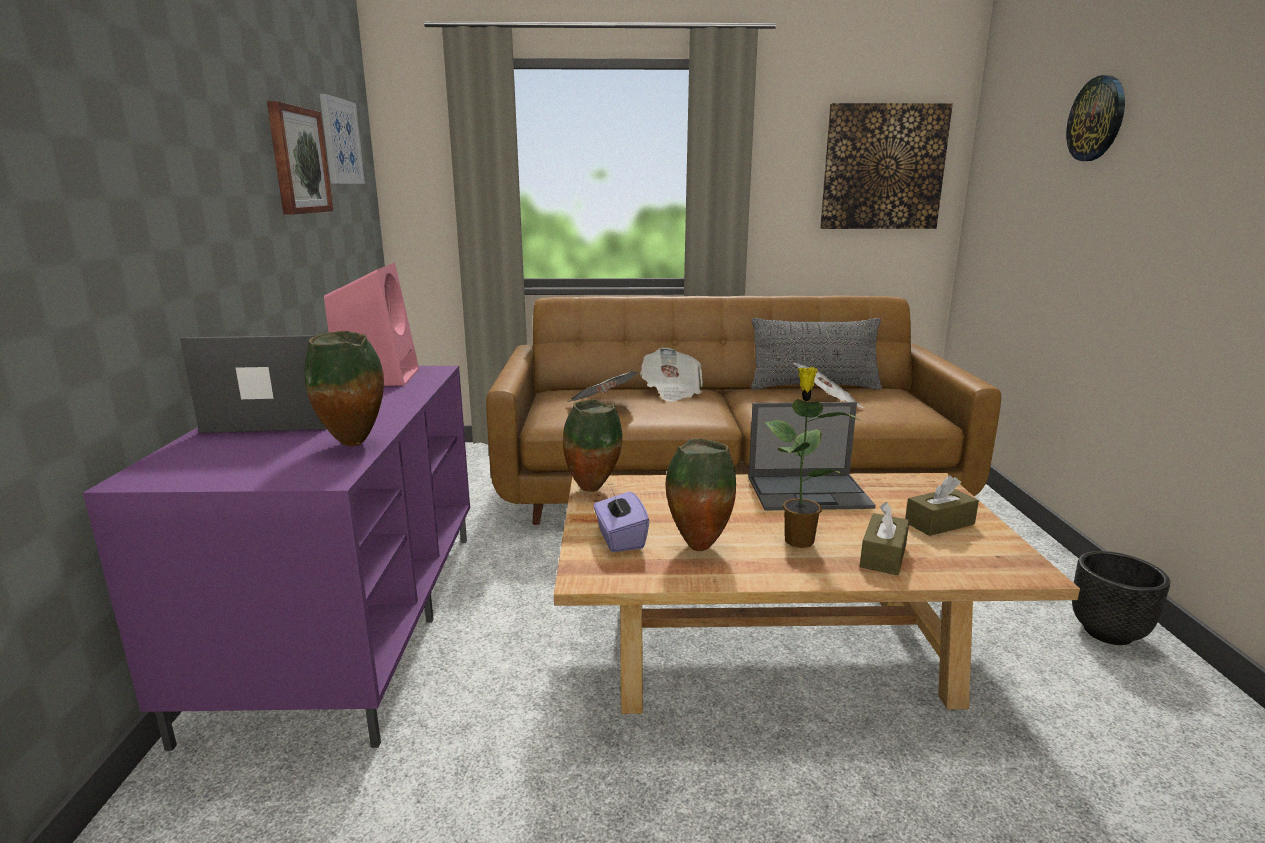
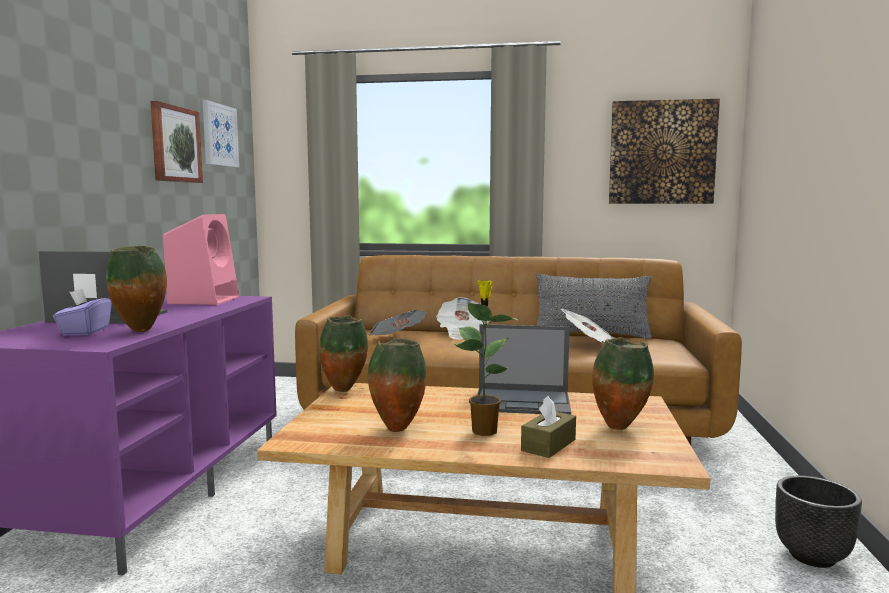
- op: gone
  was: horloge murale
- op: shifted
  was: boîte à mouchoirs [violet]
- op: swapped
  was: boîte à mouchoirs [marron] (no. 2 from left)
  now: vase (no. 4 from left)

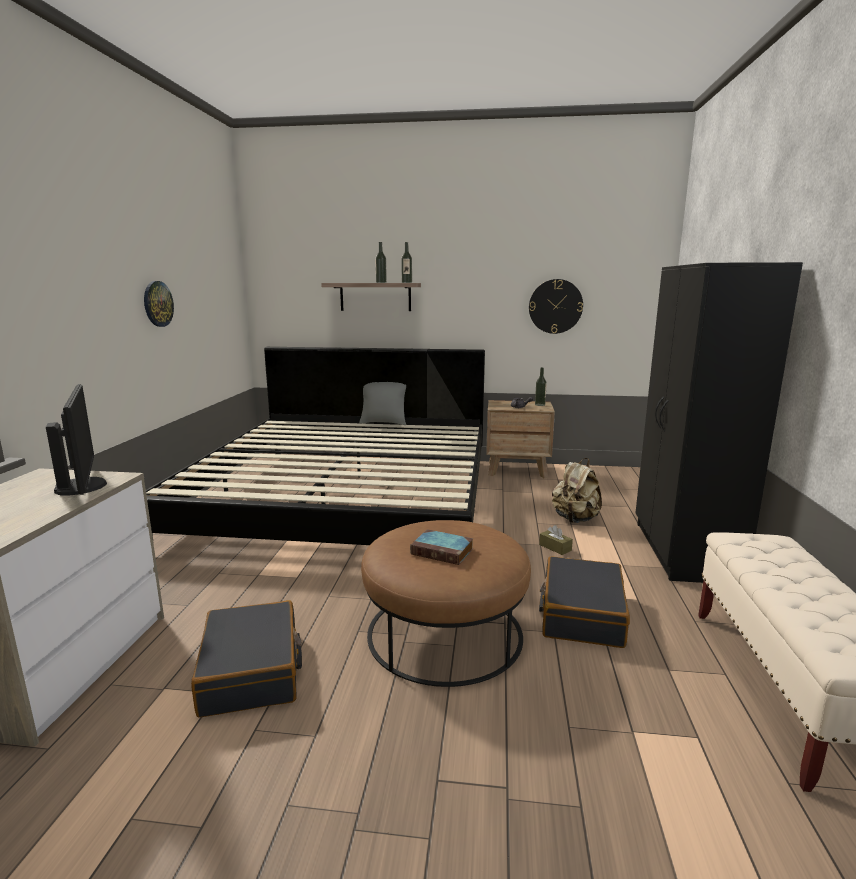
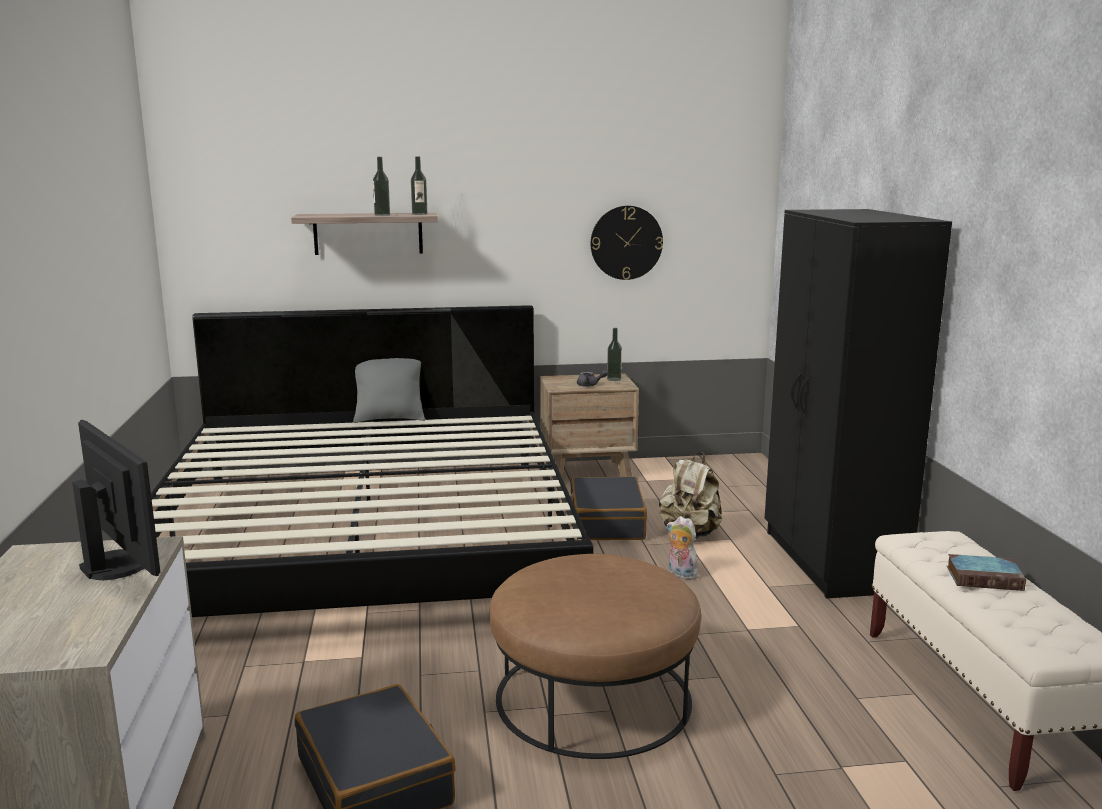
- op: gone
  was: horloge murale (no. 1 from left)
- op: shifted
  was: livre
- op: shifted
  was: valise [noir] (no. 2 from left)
- op: swapped
  was: boîte à mouchoirs [marron]
  now: peluche

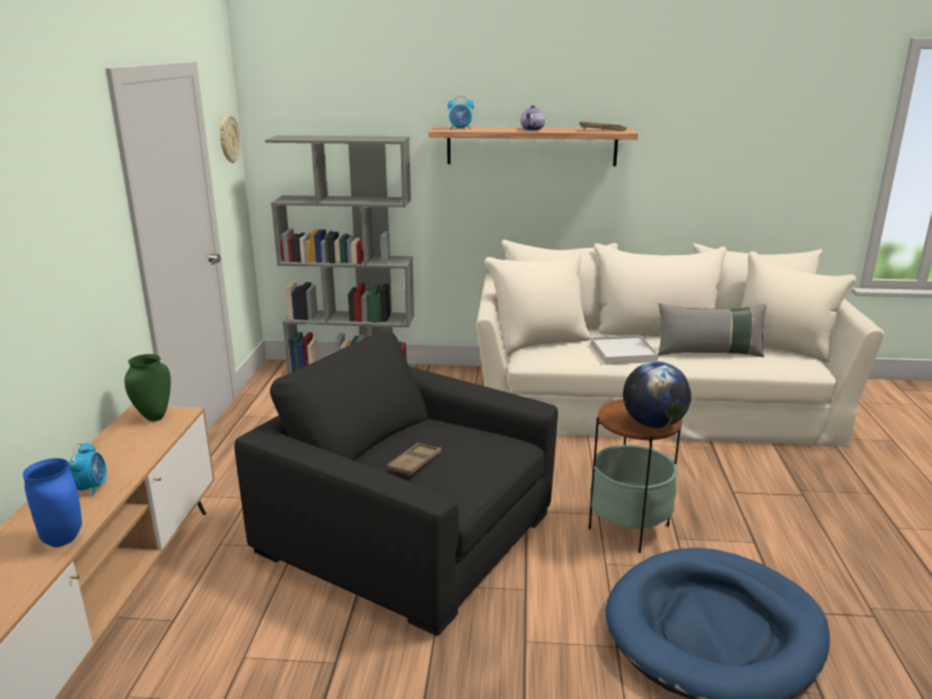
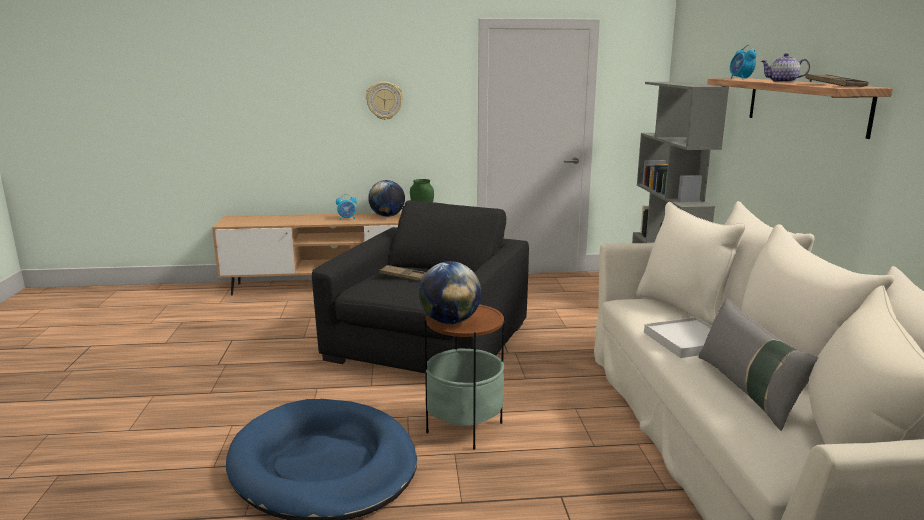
- op: gone
  was: vase [bleu]
- op: new
  now: globe (no. 1 from left)
- op: shifted
  was: horloge murale

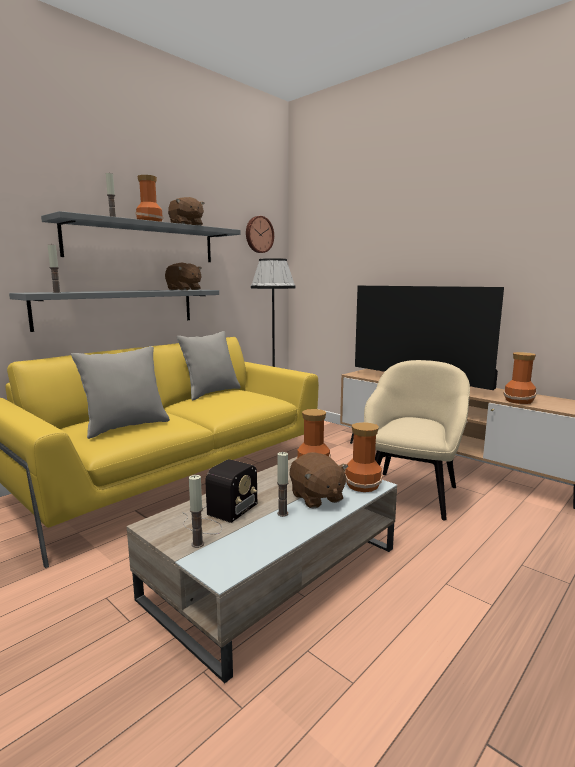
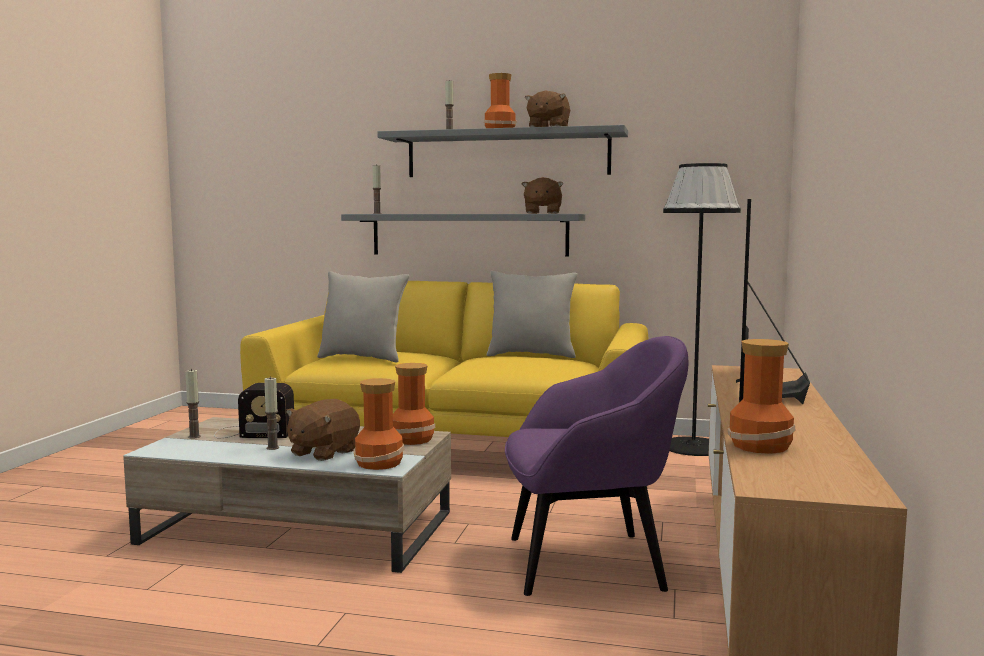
- op: gone
  was: horloge murale
- op: repainted
  was: fauteuil [beige]
  now: fauteuil [violet]

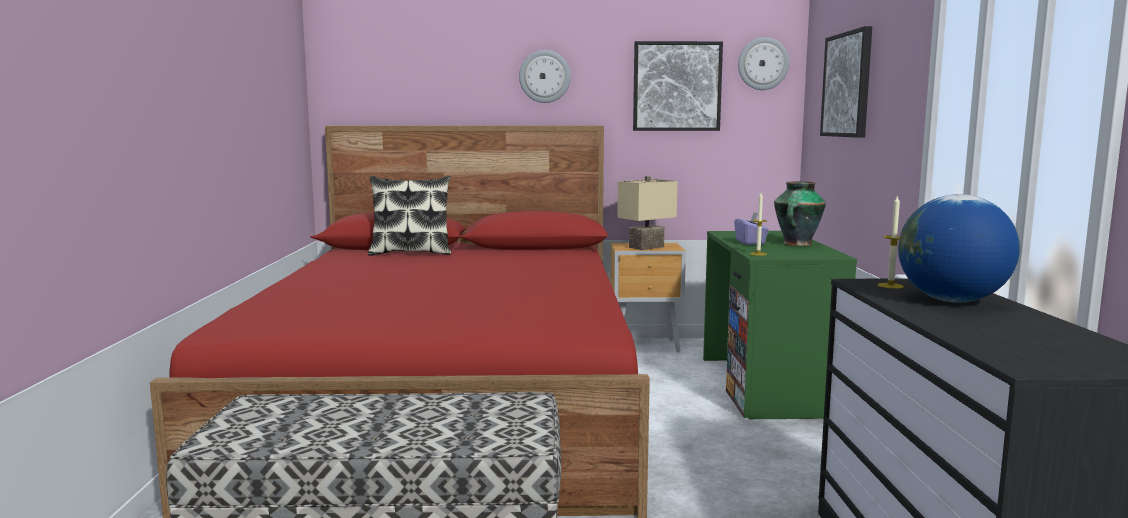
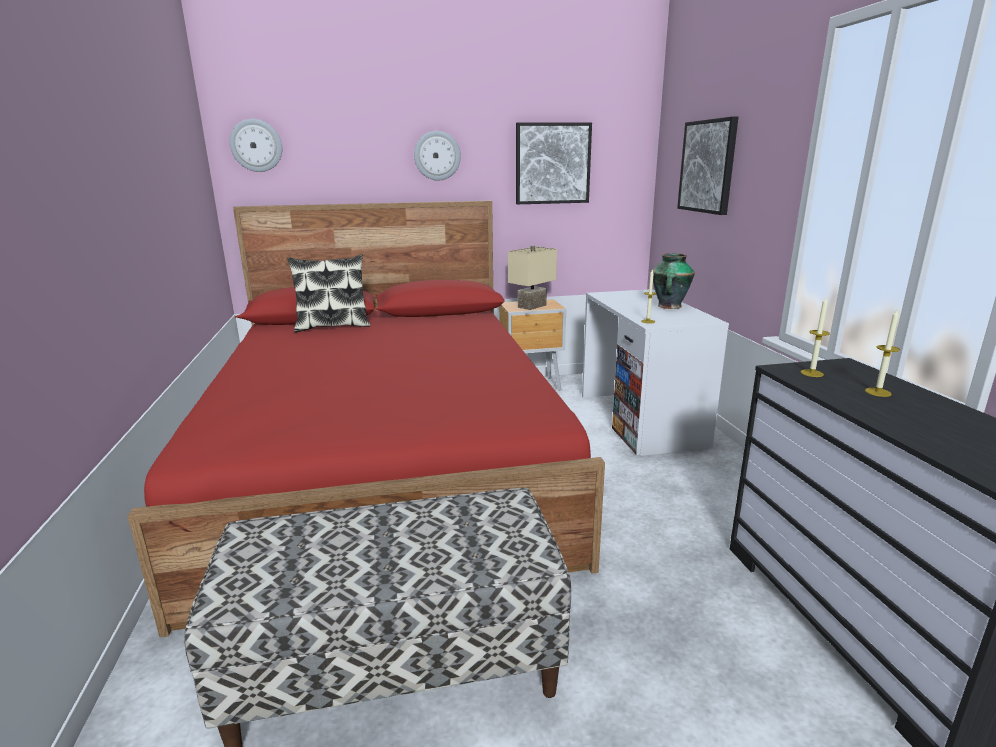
- op: gone
  was: boîte à mouchoirs [violet]
- op: shifted
  was: horloge murale (no. 2 from left in the first image)
  now: horloge murale (no. 1 from left)
- op: swapped
  was: globe
  now: bougie (no. 3 from left)
- op: repainted
  was: bureau [vert]
  now: bureau [blanc]

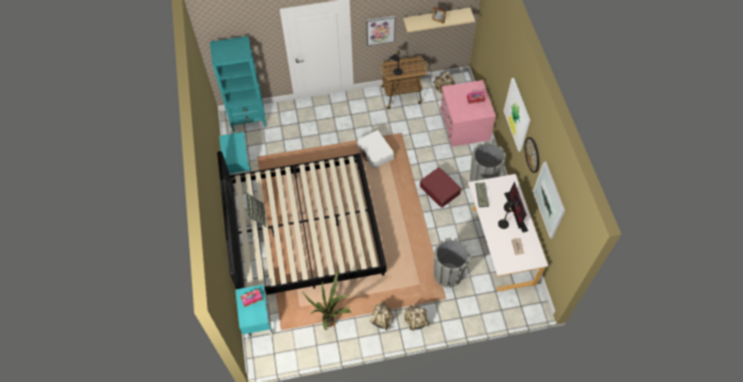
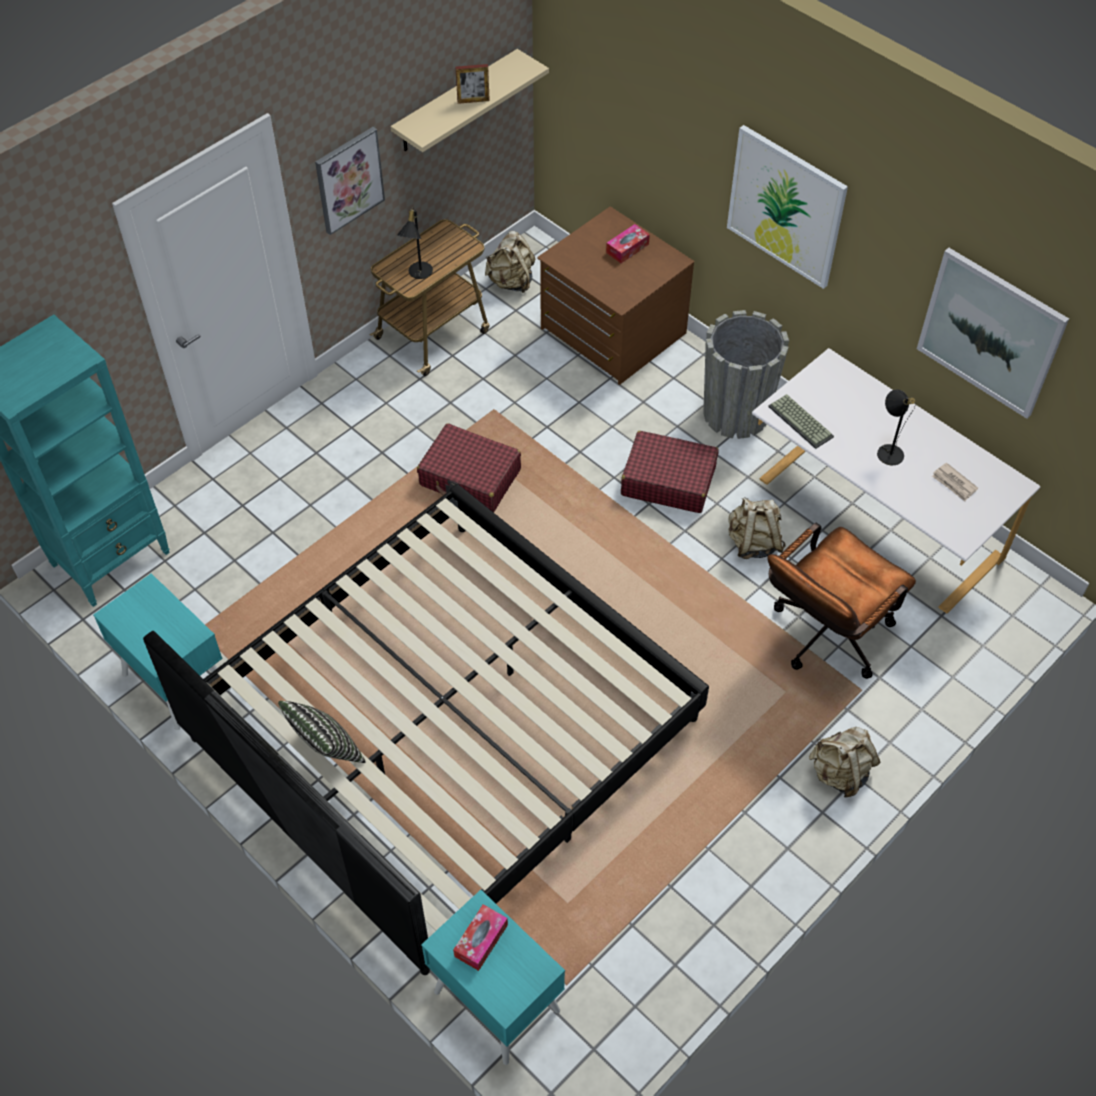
- op: gone
  was: plante en pot
- op: gone
  was: écran d'ordinateur
- op: gone
  was: horloge murale
- op: shifted
  was: sac à dos [beige] (no. 1 from left in the first image)
  now: sac à dos [beige] (no. 2 from left)
- op: swapped
  was: cache-pot [gris] (no. 1 from left)
  now: chaise de bureau [marron]
- op: repainted
  was: valise [blanc]
  now: valise [rouge] (no. 1 from left)
- op: repainted
  was: commode [rose]
  now: commode [marron]

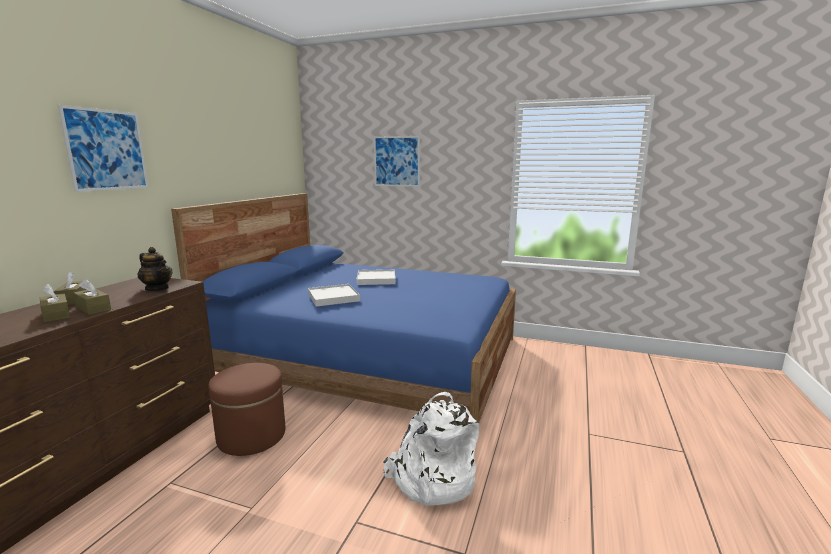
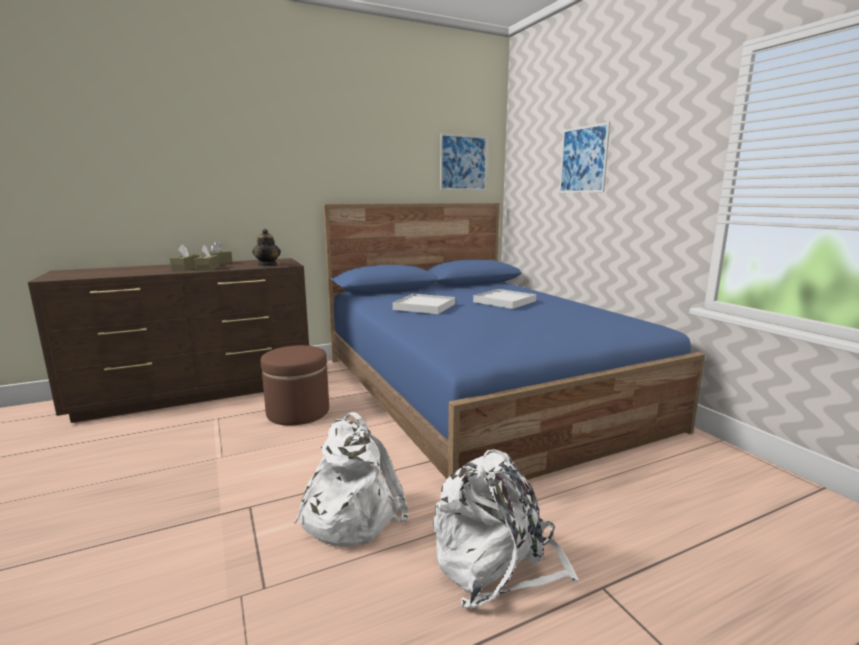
- op: new
  now: sac à dos [blanc] (no. 2 from left)
- op: shifted
  was: tableau (no. 1 from left)

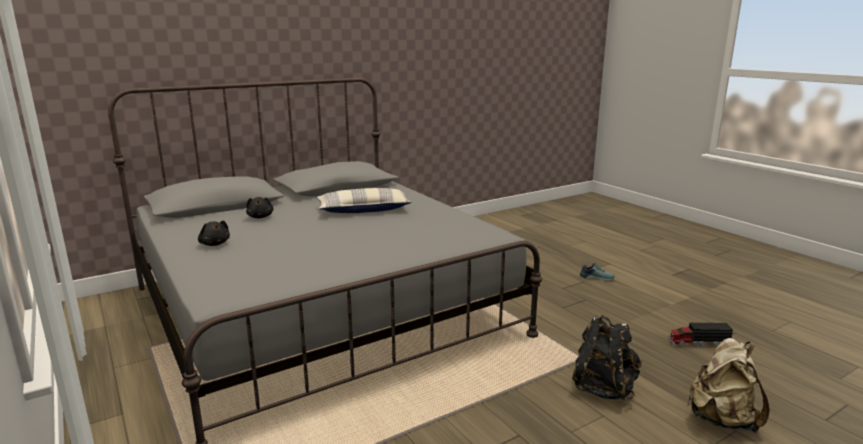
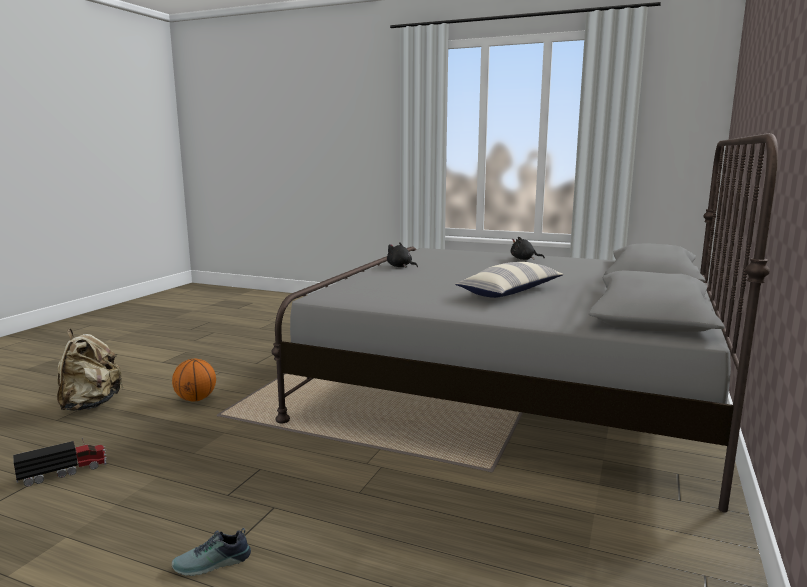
- op: shifted
  was: peluche [noir] (no. 2 from left in the first image)
  now: peluche [noir] (no. 1 from left)
- op: swapped
  was: sac à dos [noir]
  now: ballon de basket

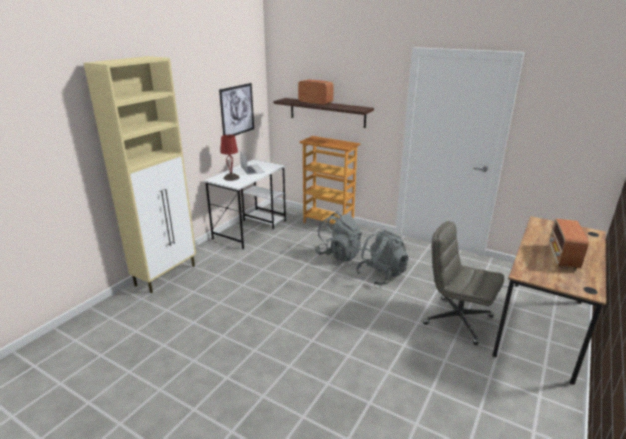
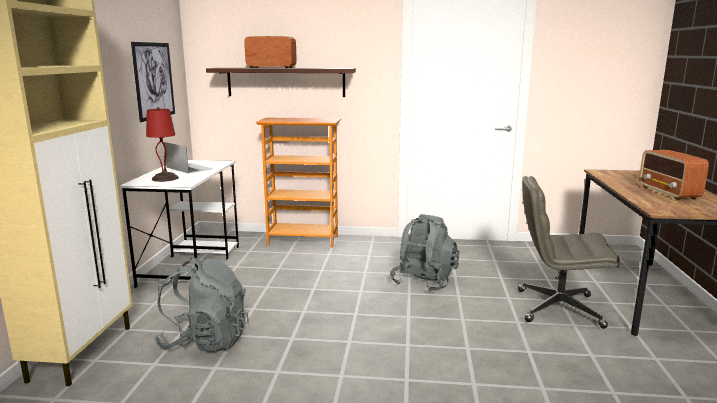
- op: shifted
  was: sac à dos [gris] (no. 1 from left)

